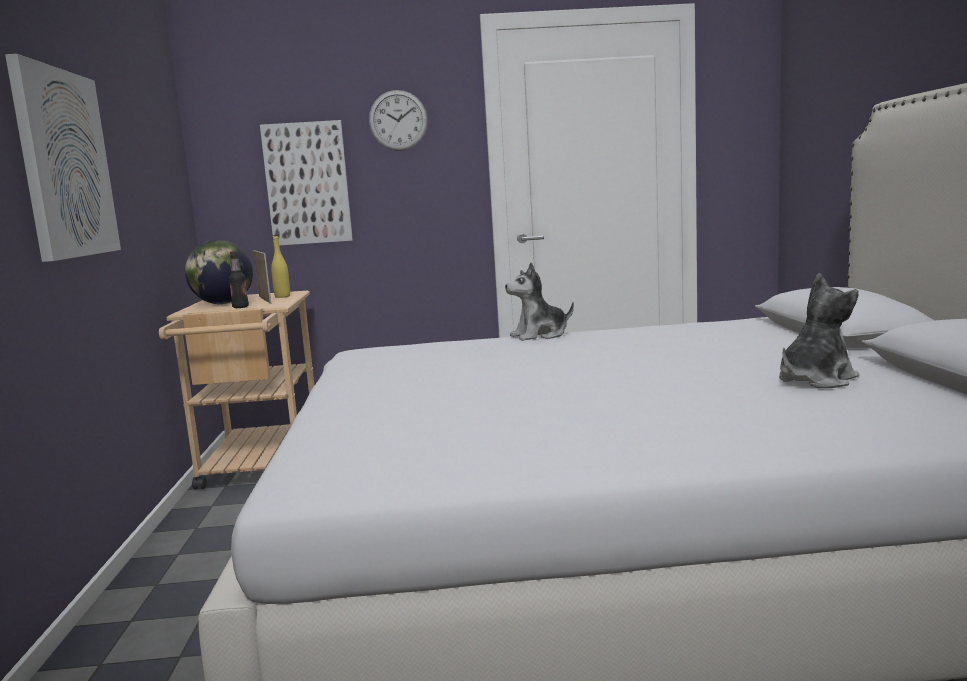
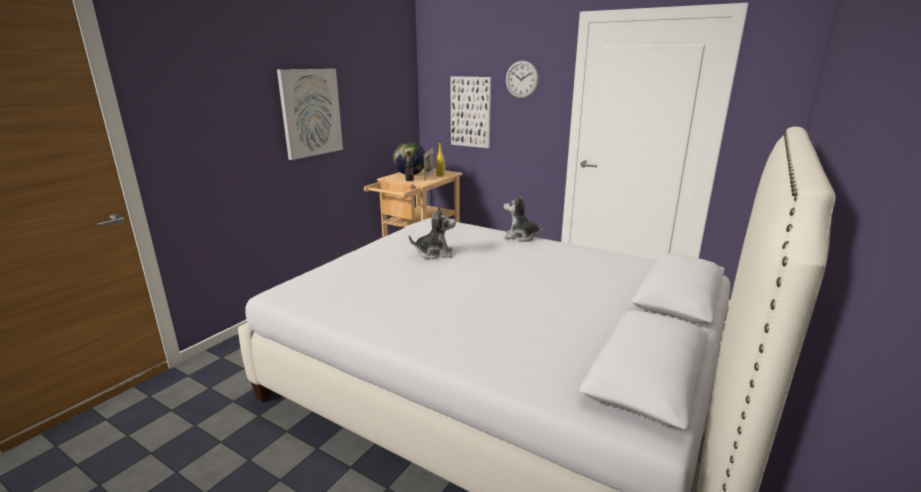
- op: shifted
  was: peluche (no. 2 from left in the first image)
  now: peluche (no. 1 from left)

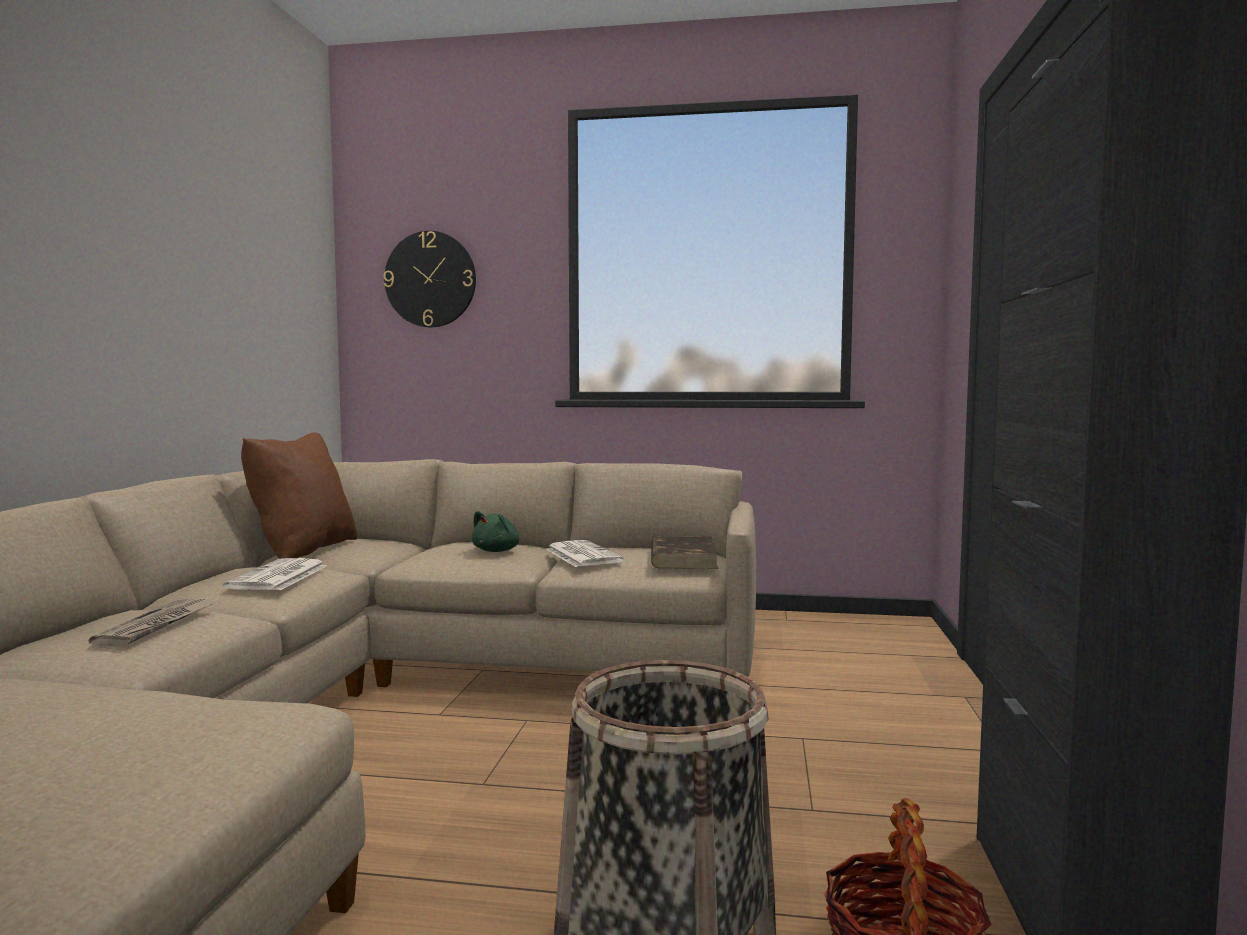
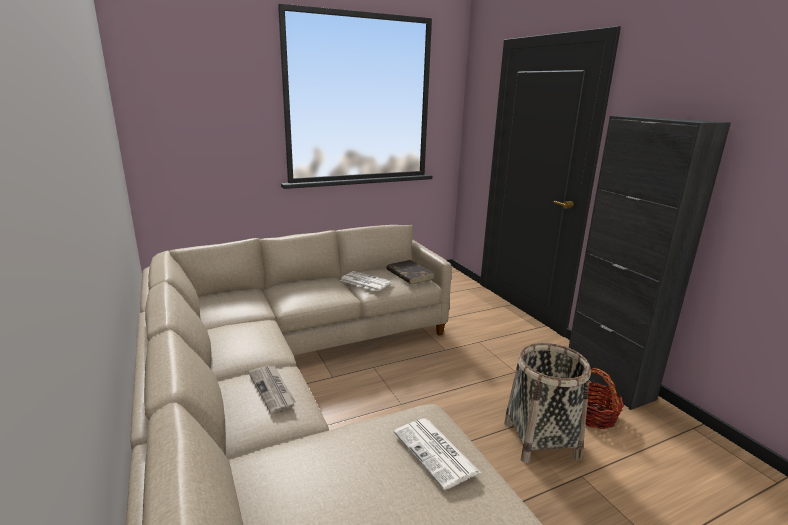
- op: gone
  was: coussin [marron]
- op: gone
  was: horloge murale
- op: gone
  was: peluche [vert]
- op: shifted
  was: journal (no. 2 from left in the first image)
  now: journal (no. 3 from left)

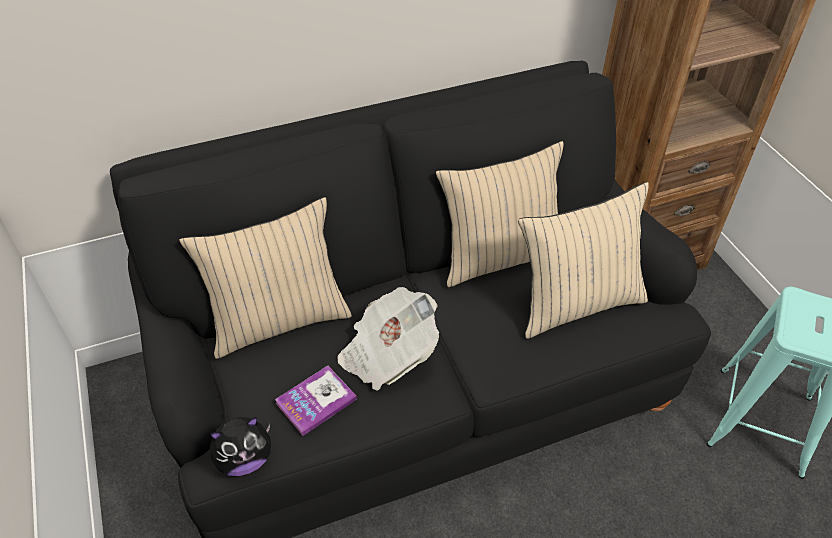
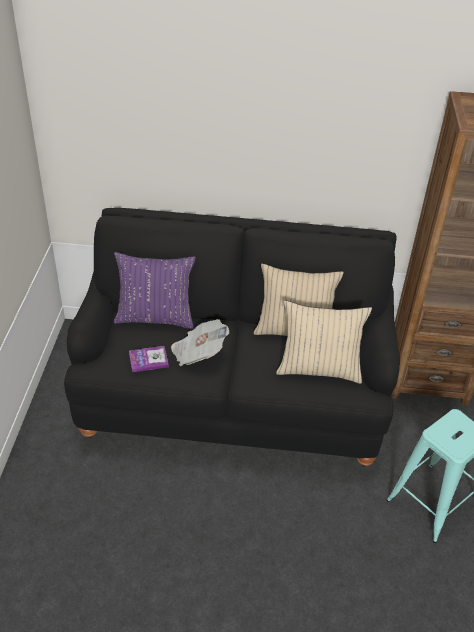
- op: gone
  was: peluche
- op: repainted
  was: coussin [beige] (no. 1 from left)
  now: coussin [violet]

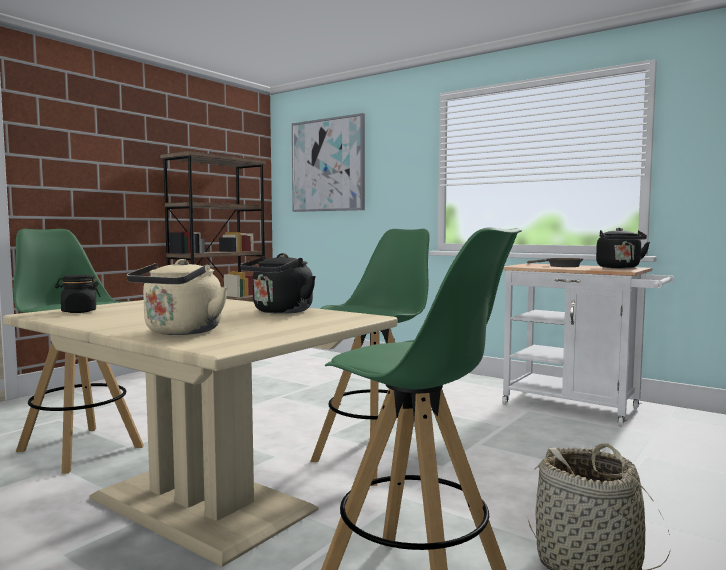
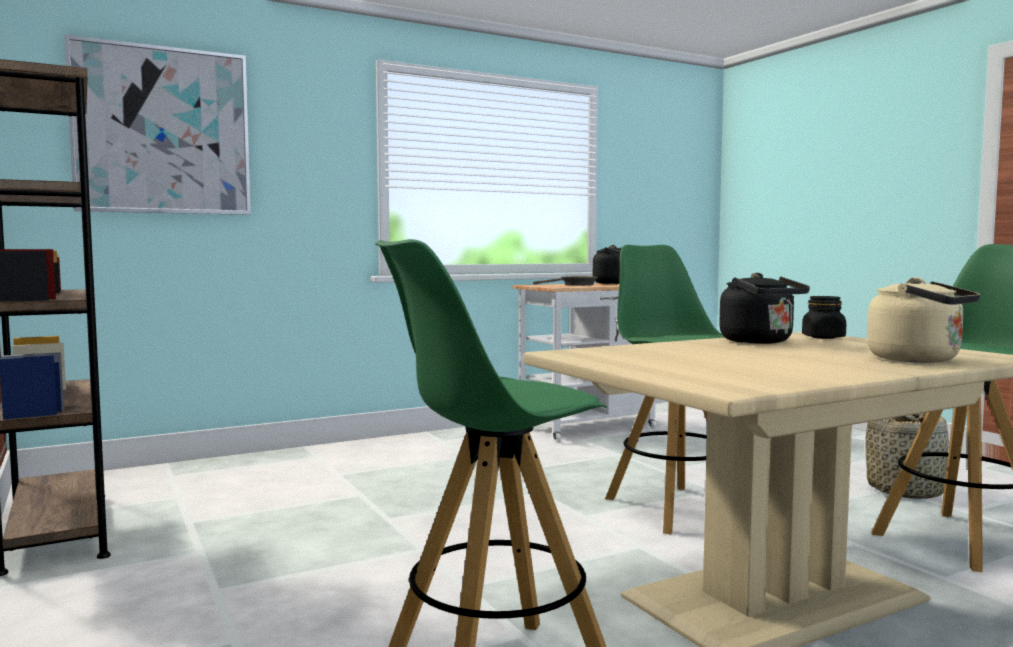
- op: shifted
  was: bocal [noir]

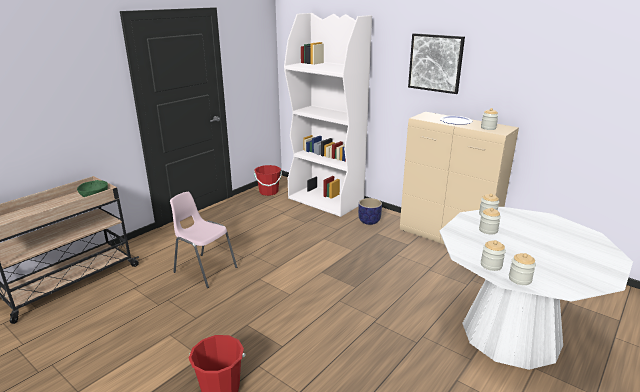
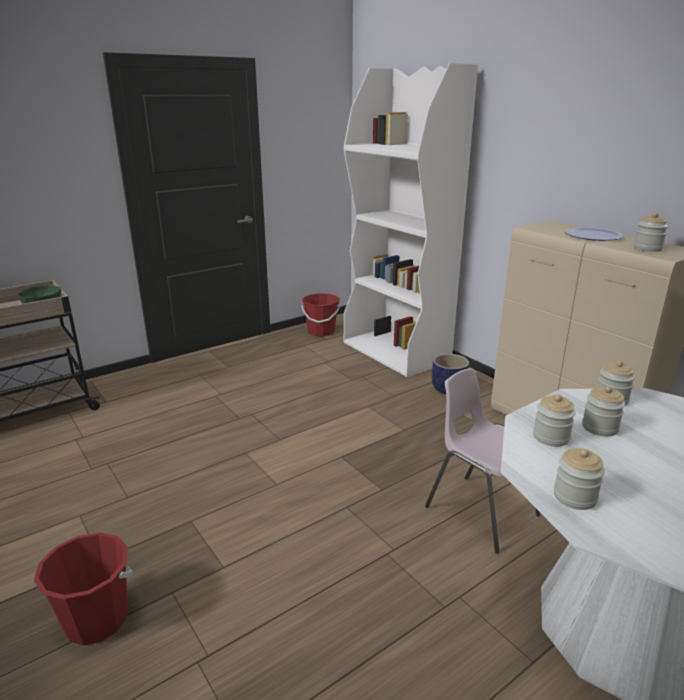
- op: gone
  was: tableau
- op: shifted
  was: chaise [rose]
- op: shifted
  was: bocal (no. 5 from left in the first image)
  now: bocal (no. 1 from left)

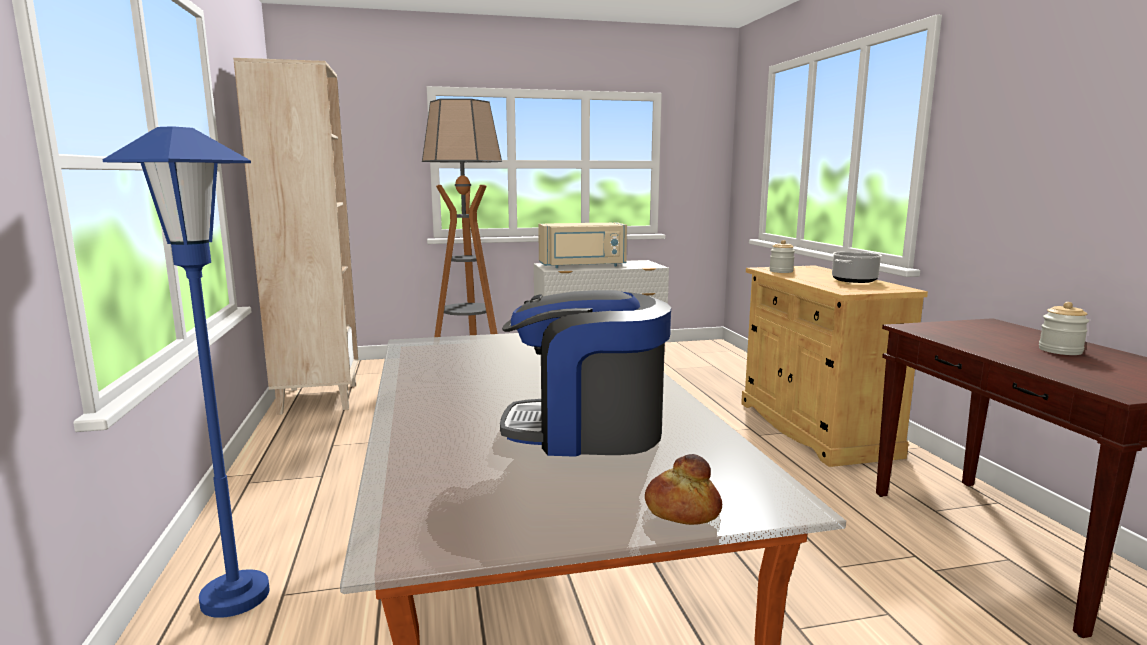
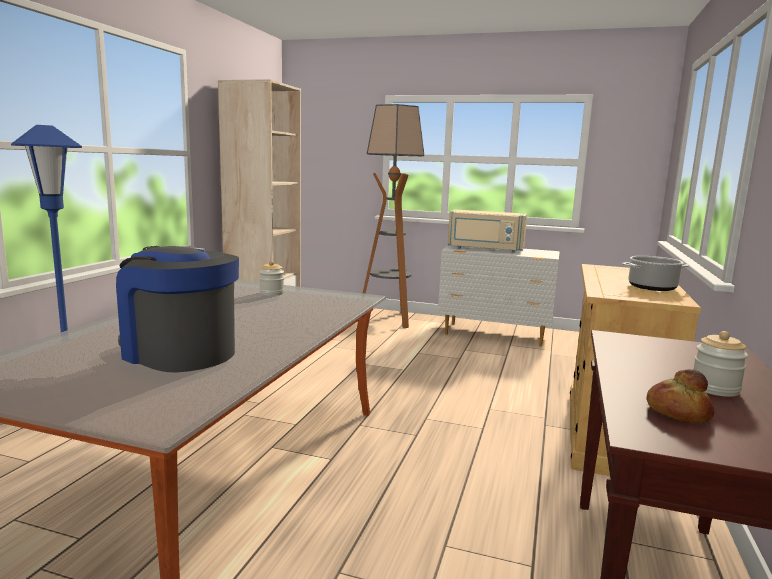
- op: shifted
  was: pain
- op: shifted
  was: bocal (no. 1 from left)

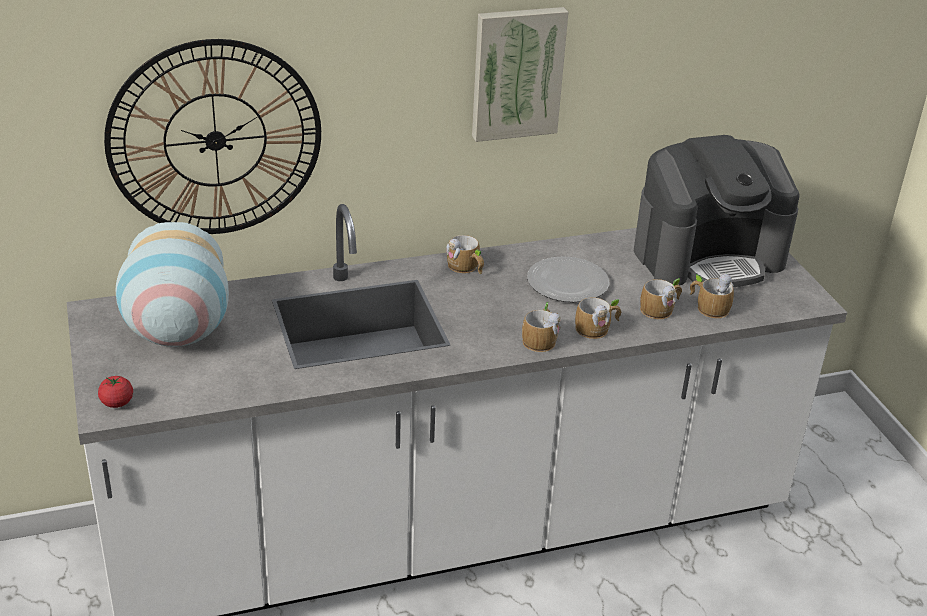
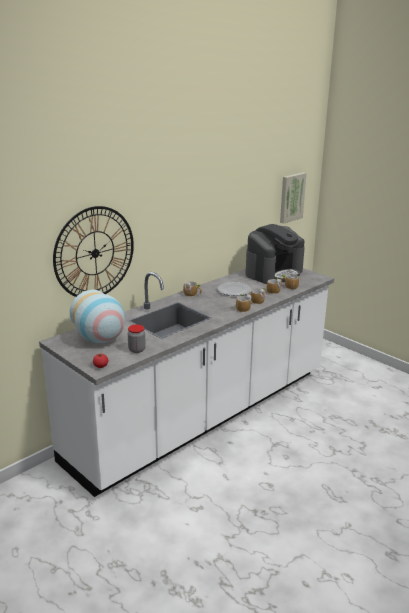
- op: new
  now: bocal
- op: shifted
  was: tableau

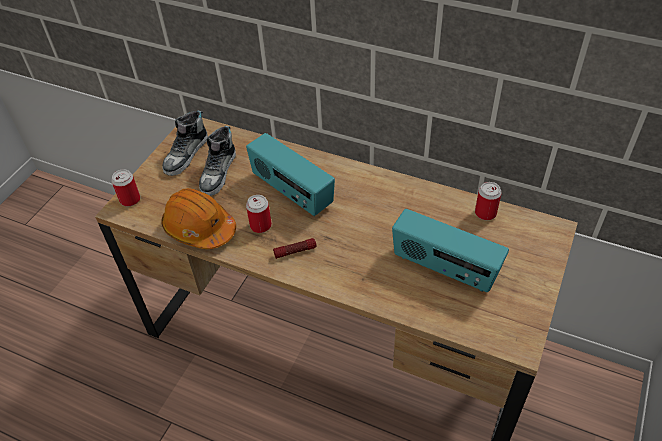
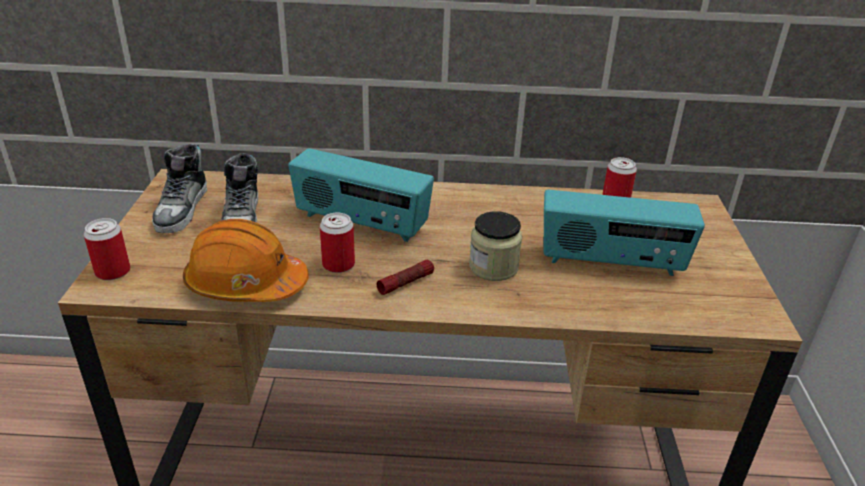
- op: new
  now: bocal

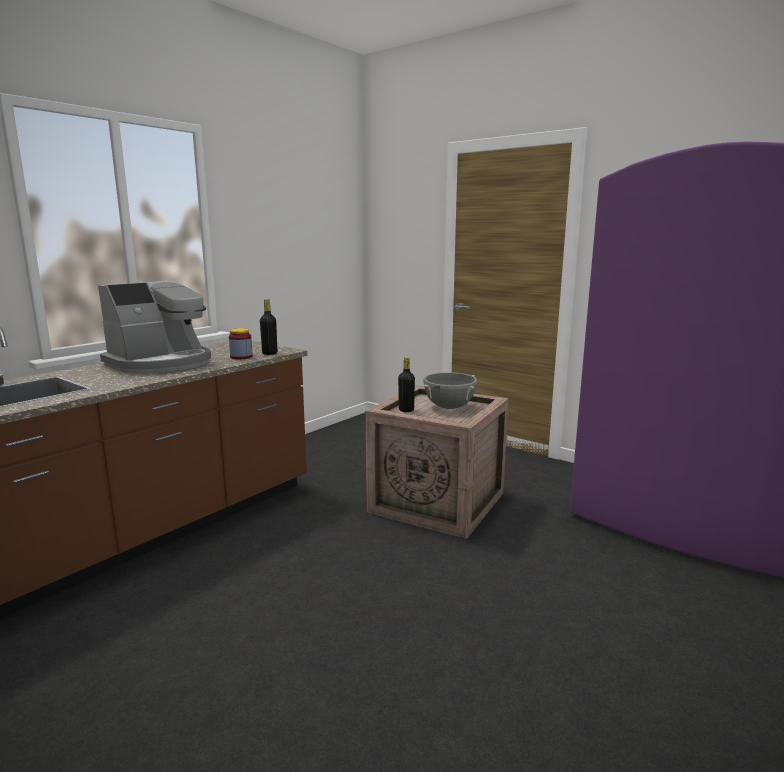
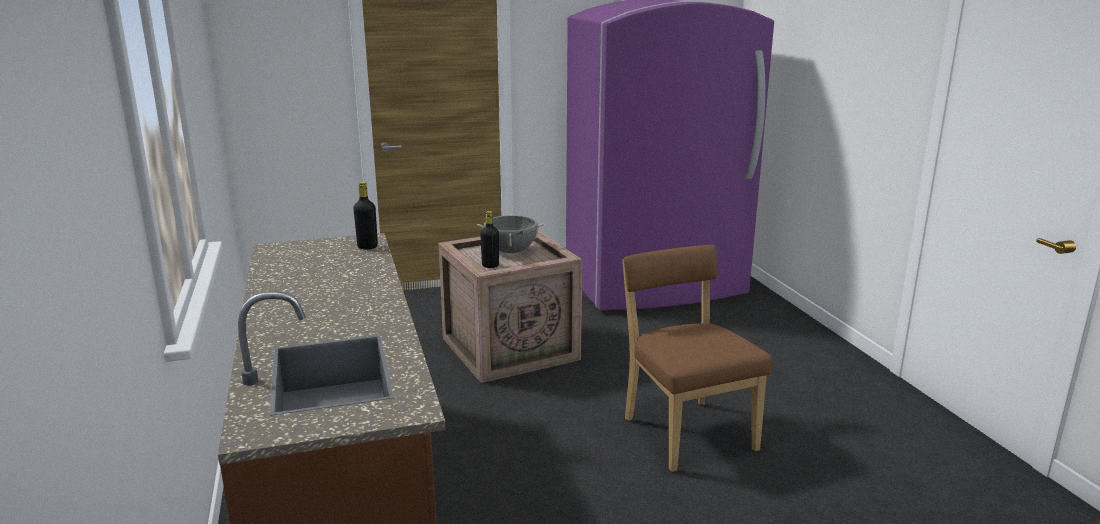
- op: gone
  was: machine à café
- op: gone
  was: bocal
- op: new
  now: chaise [marron]

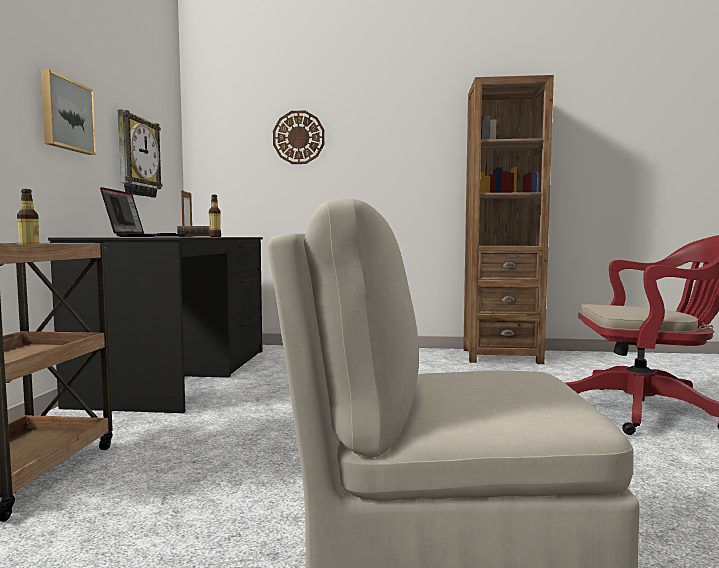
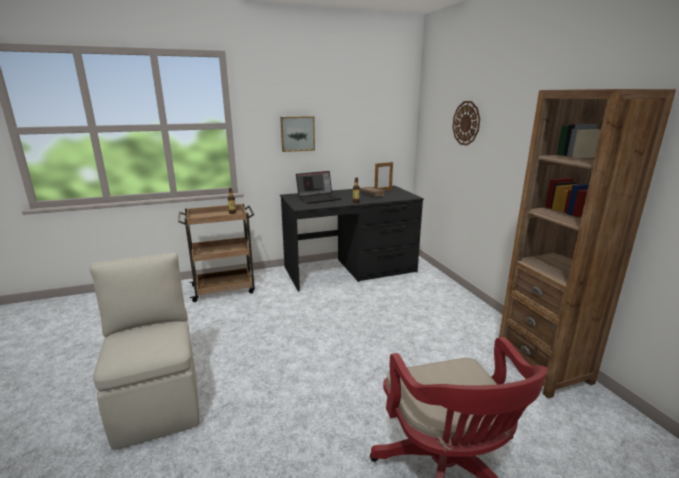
- op: gone
  was: horloge murale (no. 1 from left)

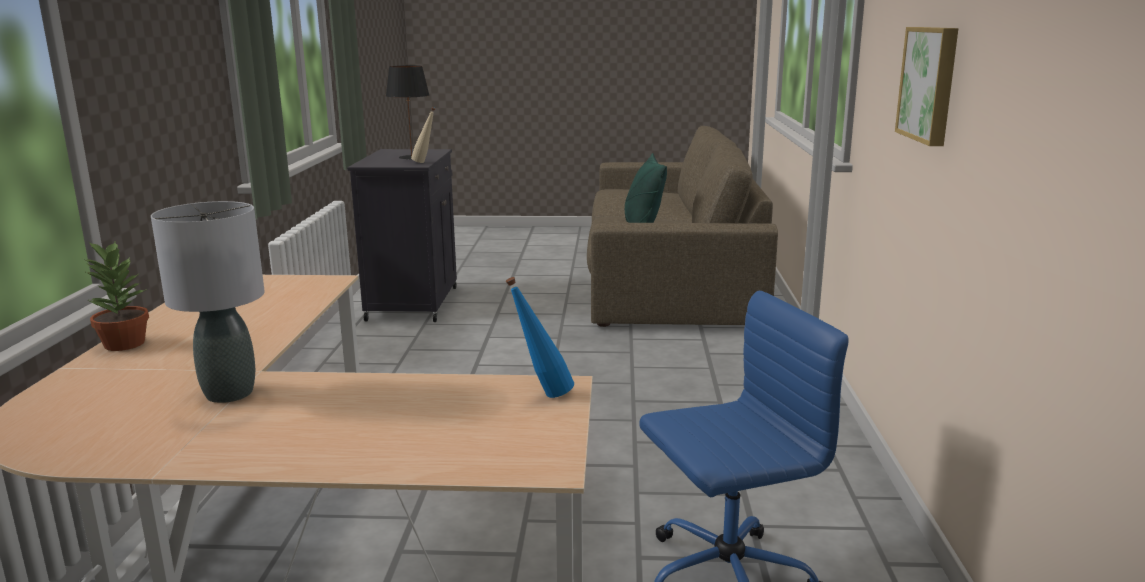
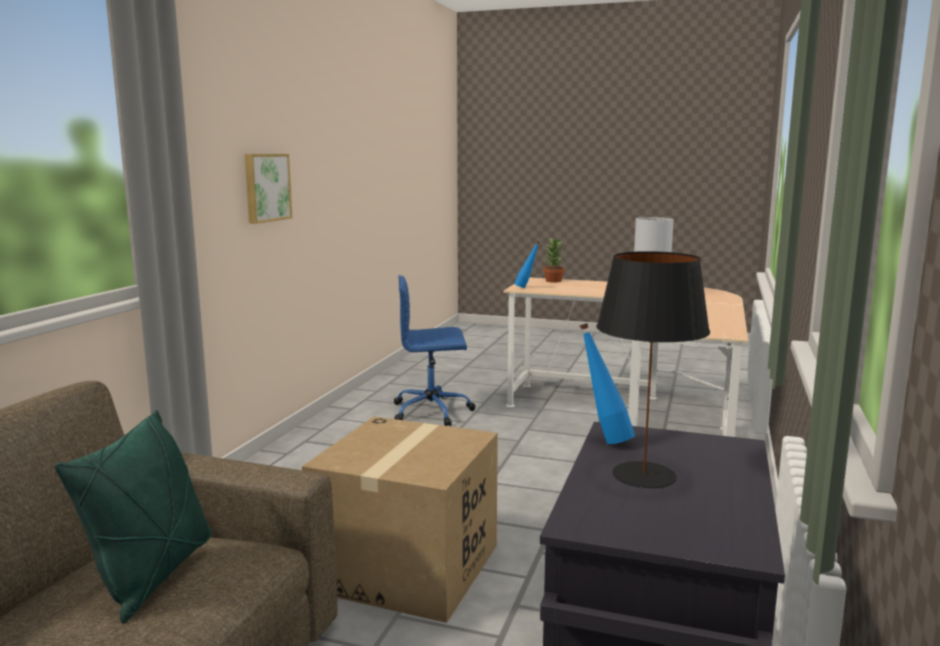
- op: new
  now: carton
- op: shifted
  was: plante en pot
- op: repainted
  was: bouteille [beige]
  now: bouteille [bleu] (no. 2 from left)

